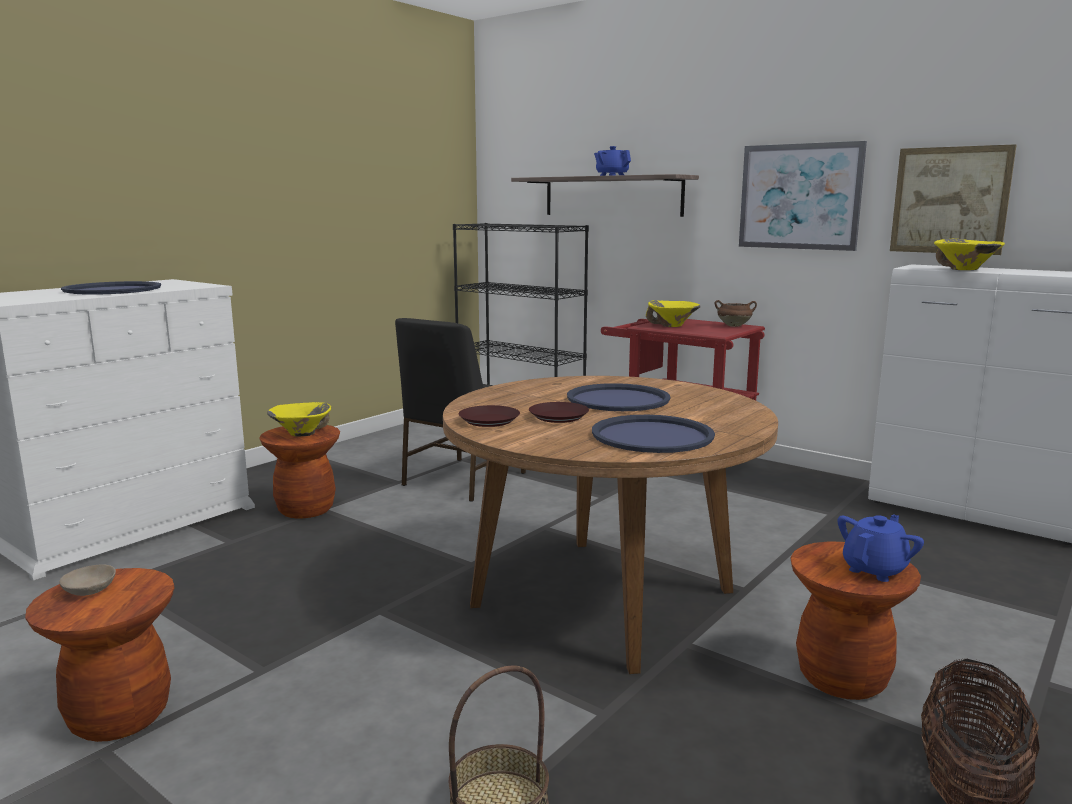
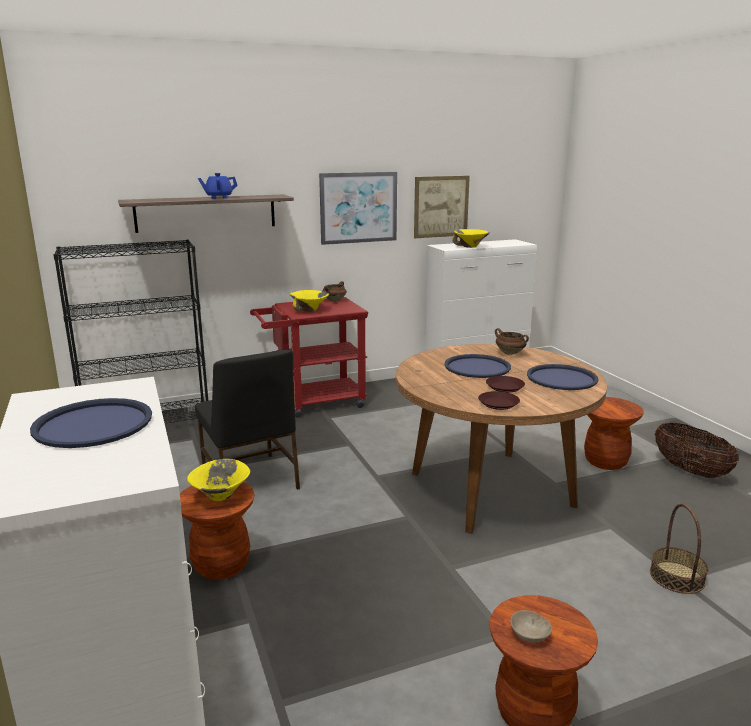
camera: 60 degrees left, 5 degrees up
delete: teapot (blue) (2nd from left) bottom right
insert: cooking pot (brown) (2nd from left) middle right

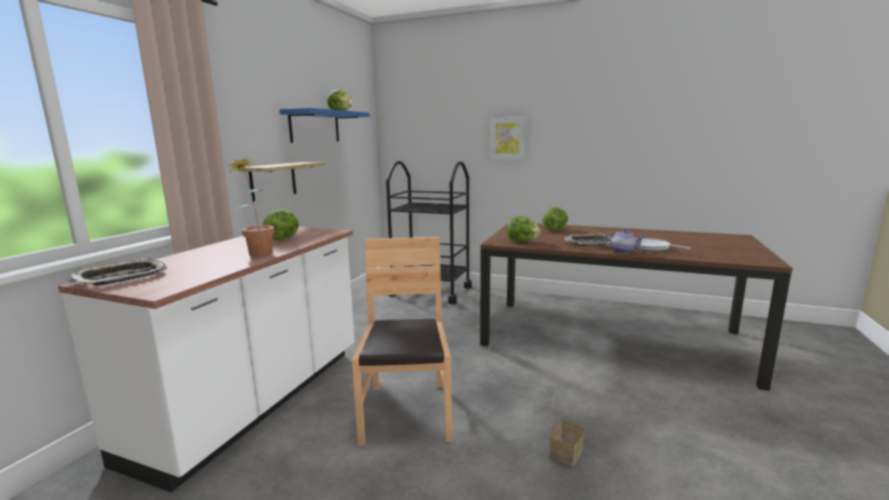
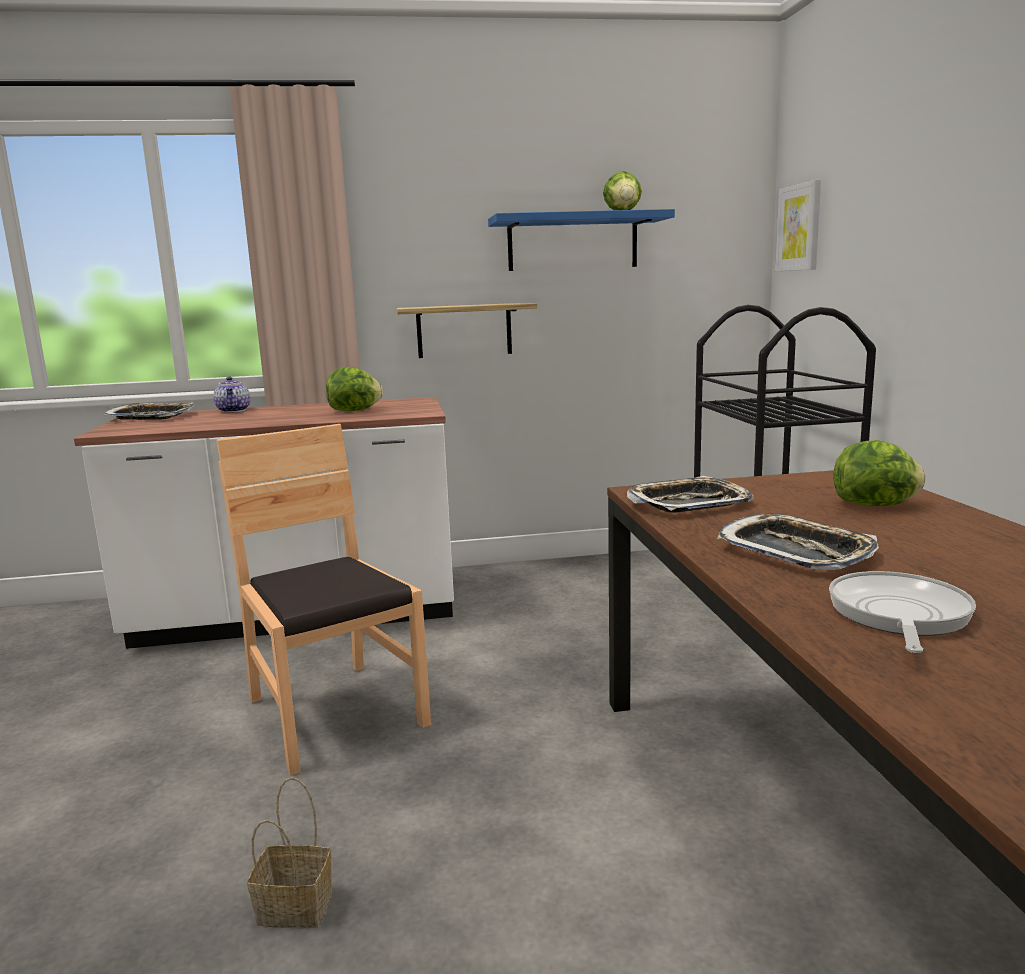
camera: 60 degrees right, 0 degrees up
delete: potted plant middle left
move: teapot middle right to middle left; picture top centre to top right
replace: lettuce (3rd from left) centre to tray (2nd from left) middle right
rotate: chair (brown) bottom centre = middle left 90 degrees counterclockwise

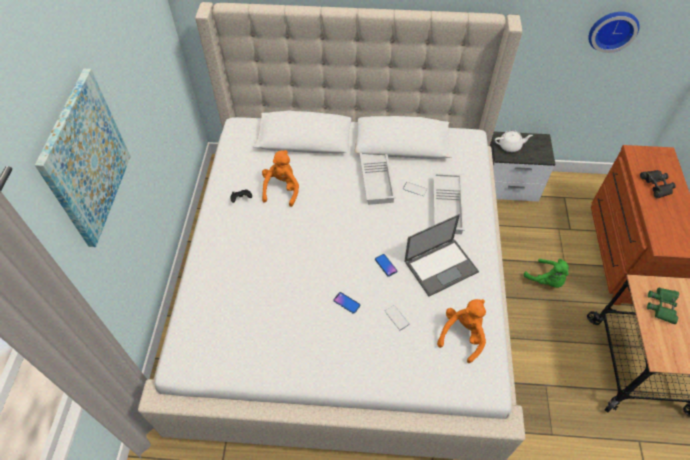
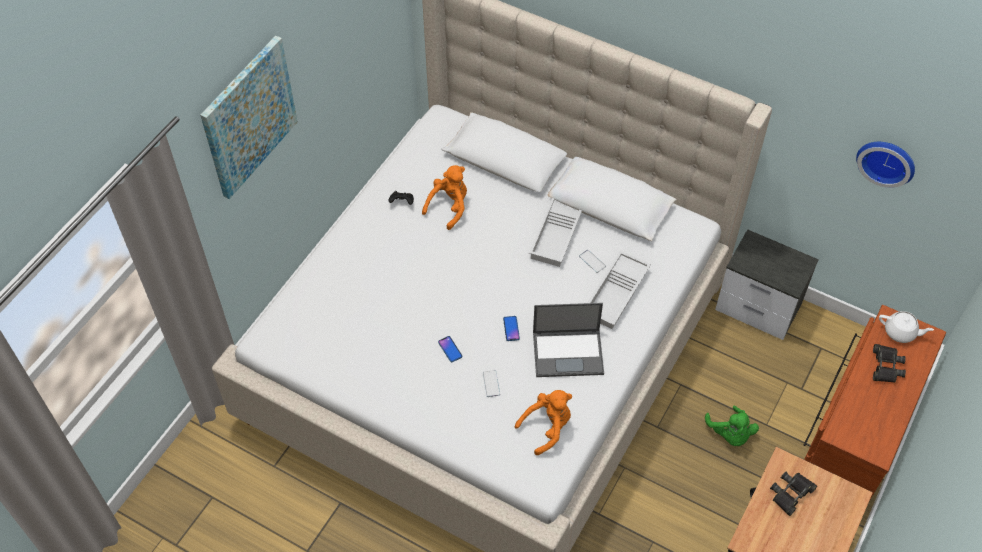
camera: 25 degrees right, 0 degrees up
move: teapot (white) top right to middle right
recolor: binoculars (green) middle right to binoculars (black) (1st from left) bottom right

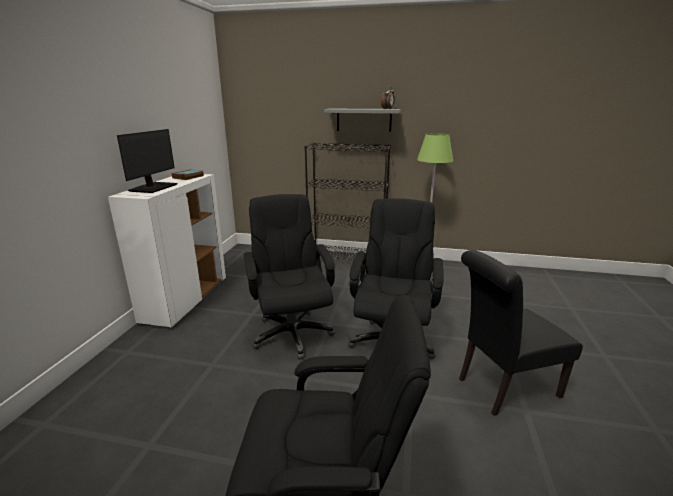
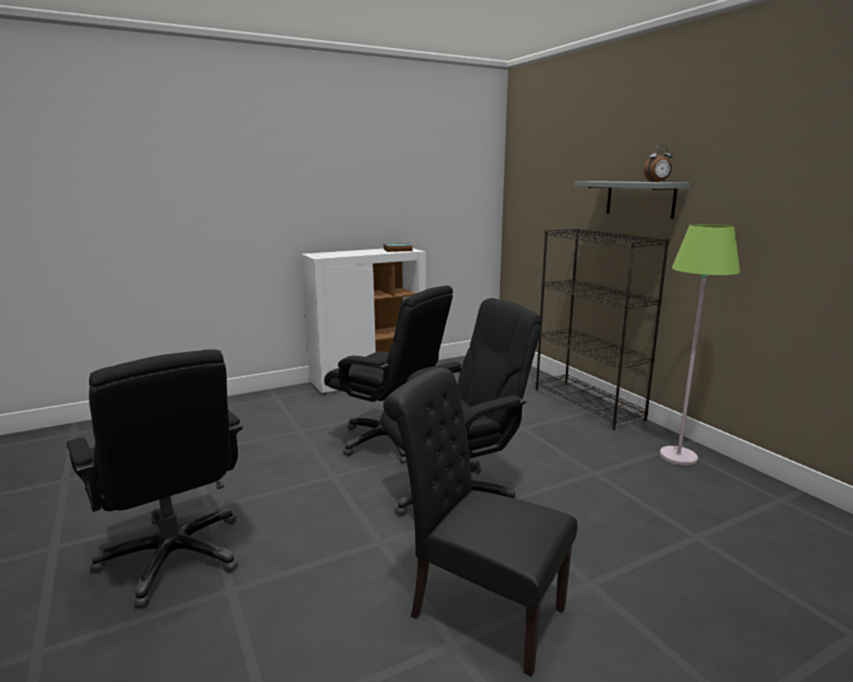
camera: 50 degrees right, 5 degrees down
delete: monitor top left
rotate: office chair (black) (1st from left in the first image) centre = centre 90 degrees clockwise

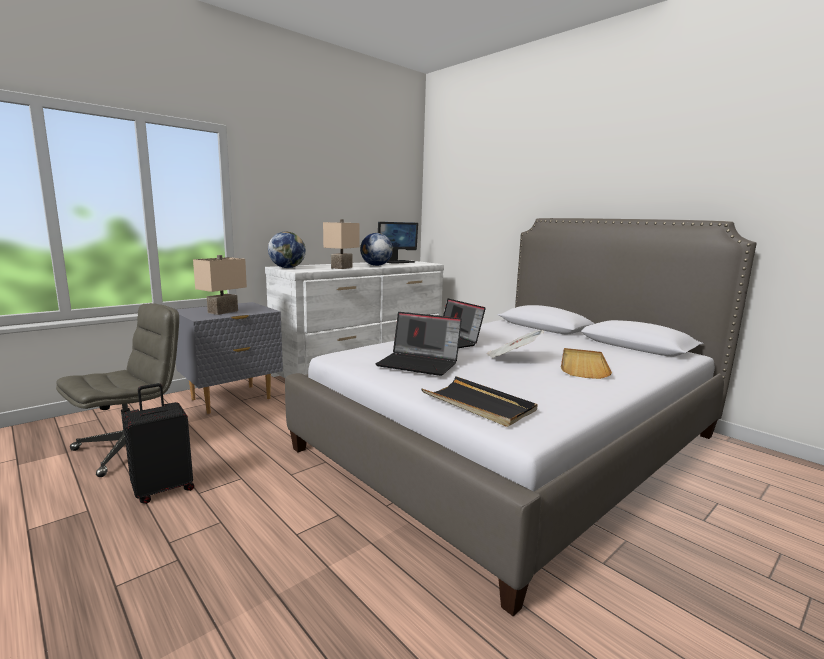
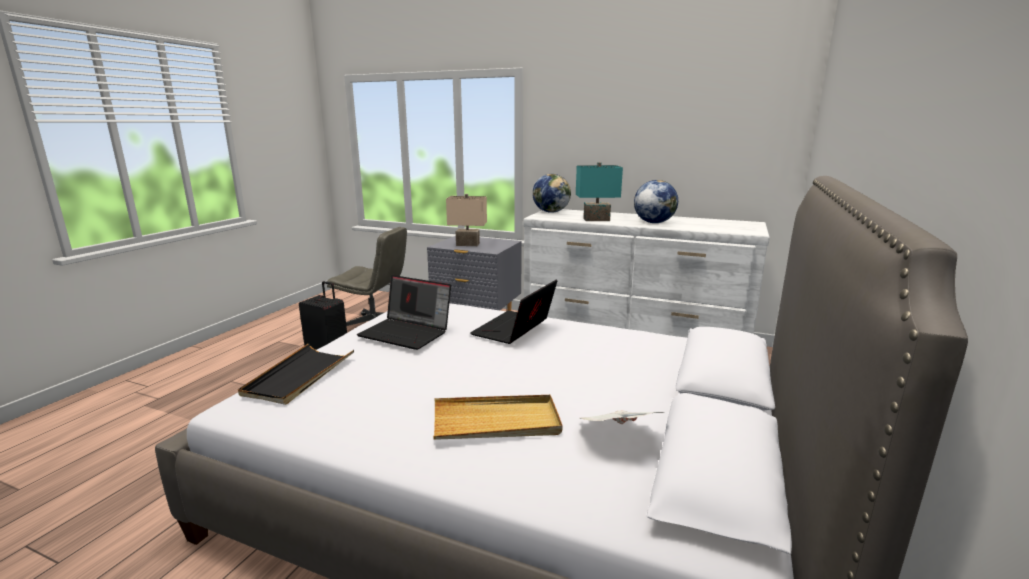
camera: 65 degrees right, 5 degrees up
delete: monitor centre
move: newspaper centre to bottom centre
recolor: table lamp (beige) (2nd from left) centre to table lamp (turquoise) top centre
rotate: laptop (1st from left) centre = centre 60 degrees counterclockwise

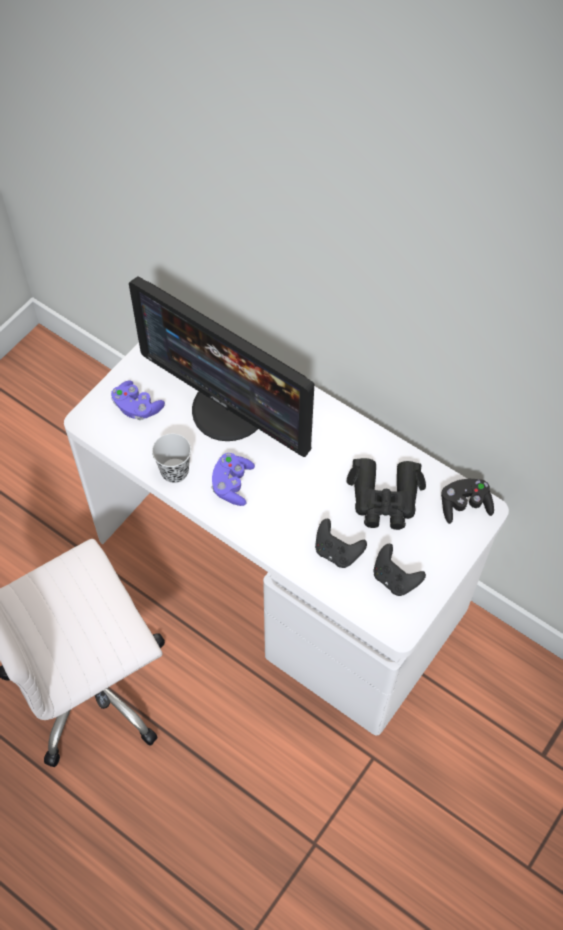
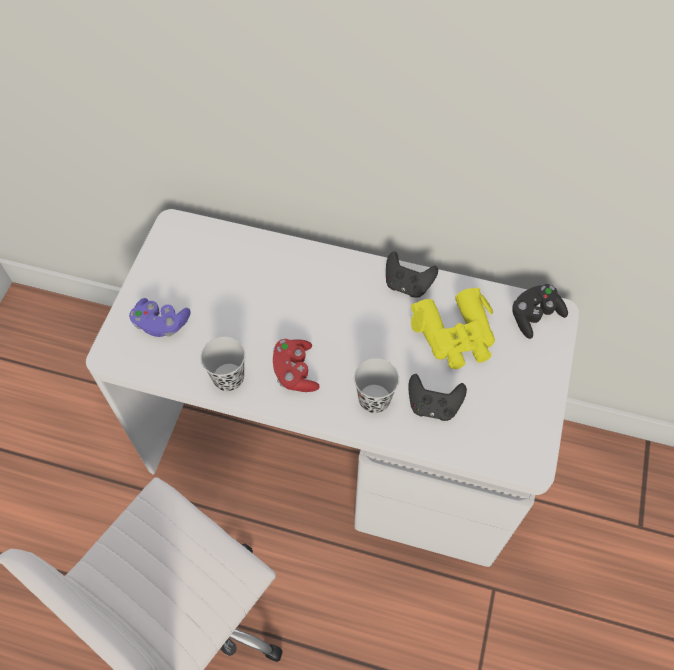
camera: 20 degrees left, 0 degrees up
delete: monitor centre
insert: cup (black) (2nd from left) centre
move: game controller (black) (2nd from left in the first image) middle right to game controller (black) (1st from left) centre
recolor: game controller (purple) (2nd from left) centre to game controller (red) centre; binoculars (black) middle right to binoculars (yellow) middle right

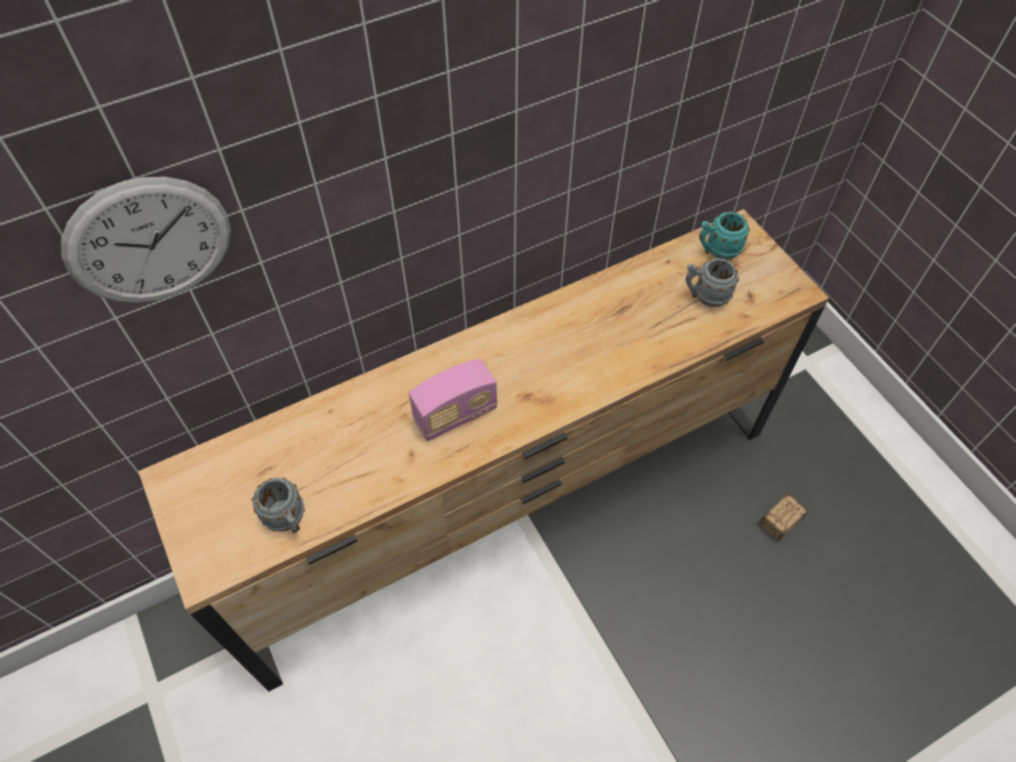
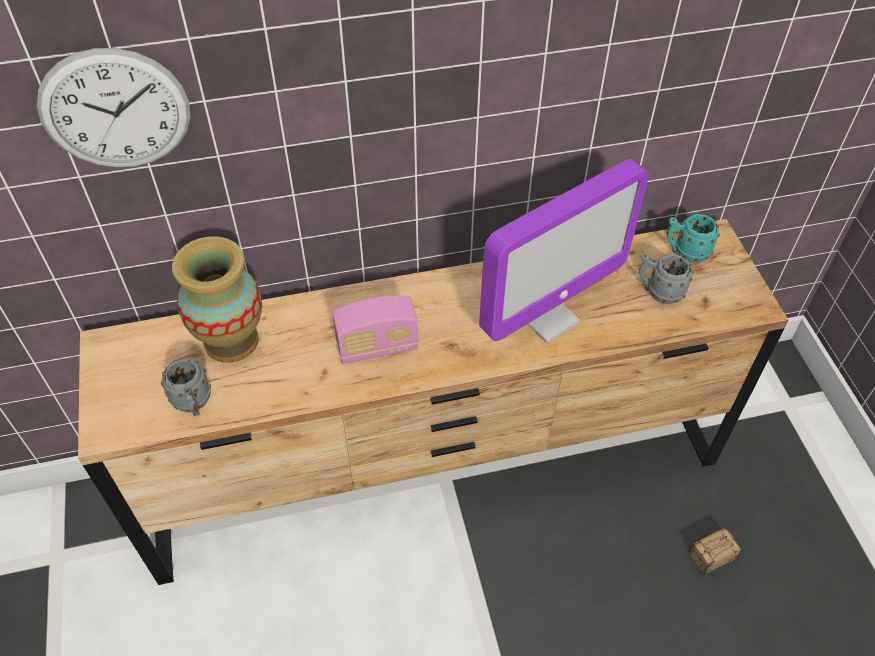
camera: 15 degrees right, 5 degrees down
insert: vase middle left; monitor centre

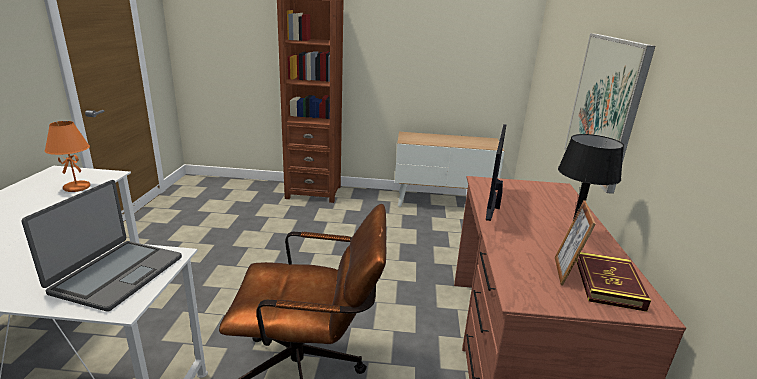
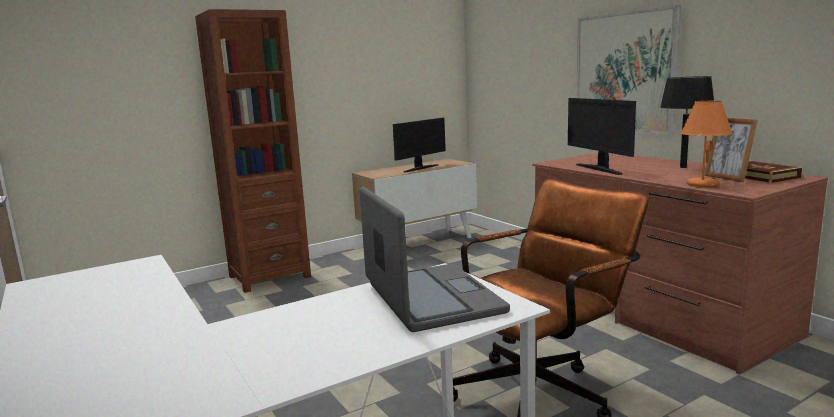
camera: 35 degrees left, 10 degrees down
insert: monitor (1st from left) centre
move: table lamp (orange) middle left to middle right

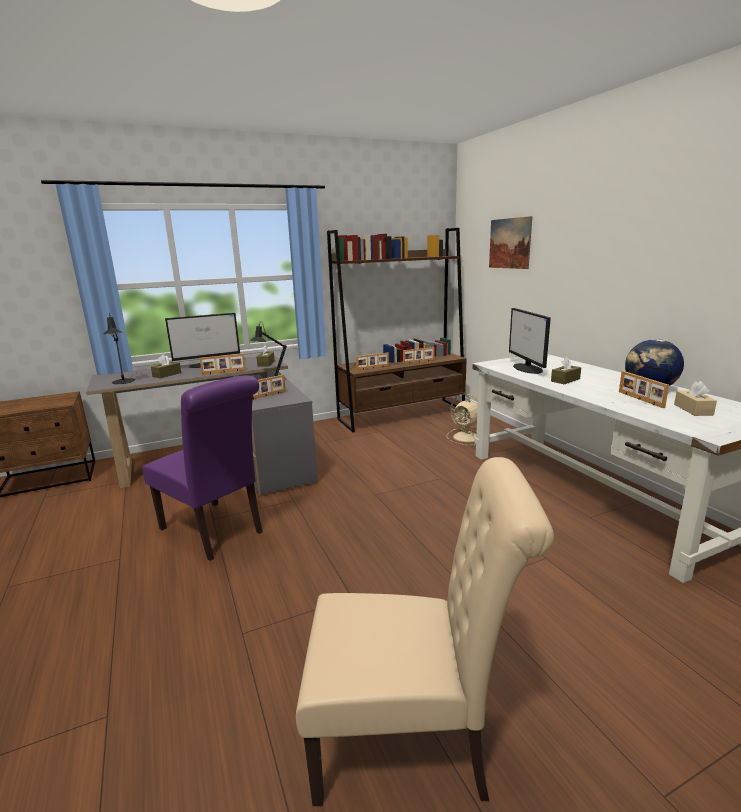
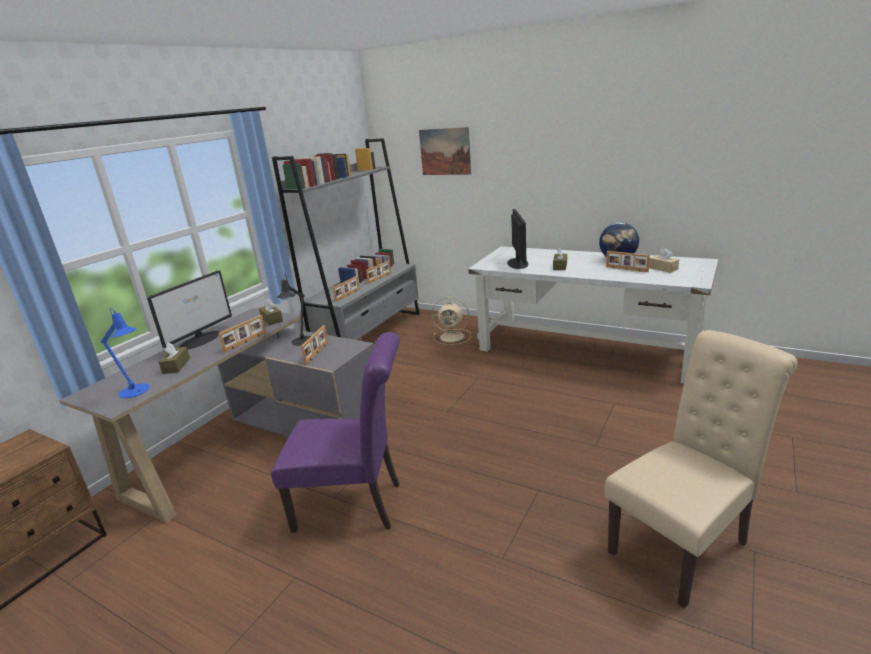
camera: 35 degrees left, 5 degrees up
recolor: table lamp (black) (1st from left) middle left to table lamp (blue) middle left; bookcase (brown) centre to bookcase (grey) centre
rotate: monitor (2nd from left) middle right = centre 135 degrees counterclockwise

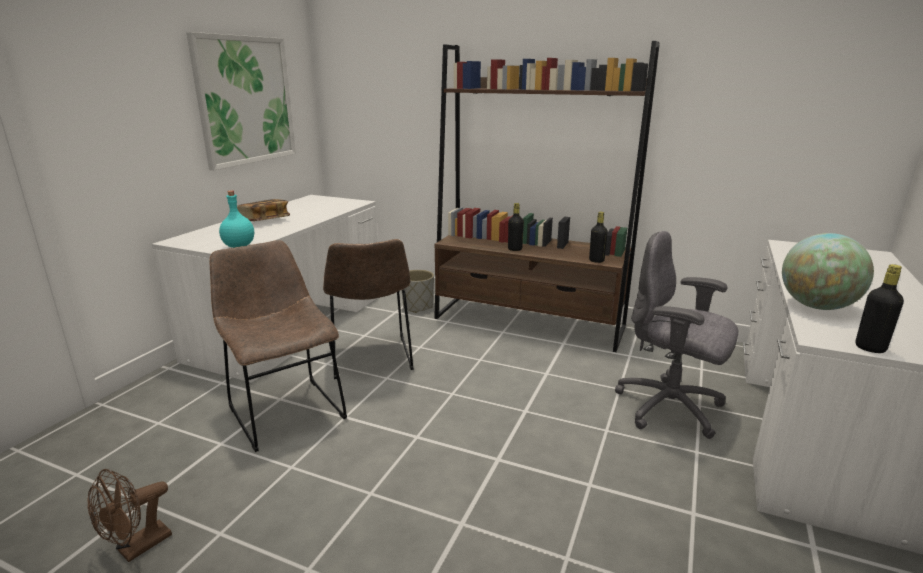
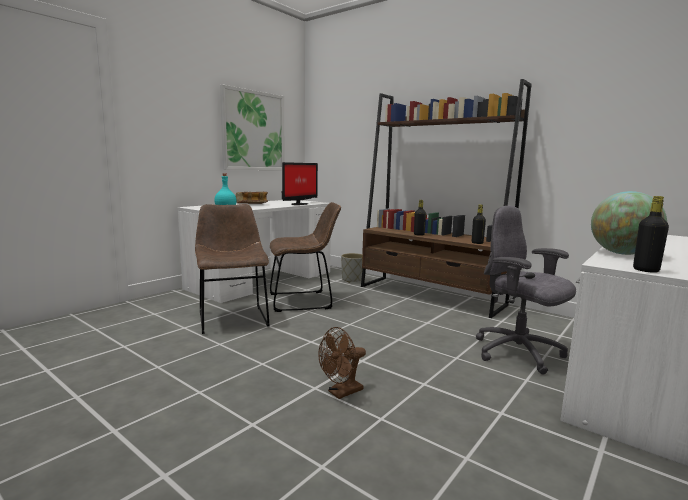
camera: 15 degrees right, 10 degrees down
insert: monitor centre
move: fan (brown) bottom left to bottom centre
rotate: chair (brown) (2nd from left) centre = centre 105 degrees counterclockwise

